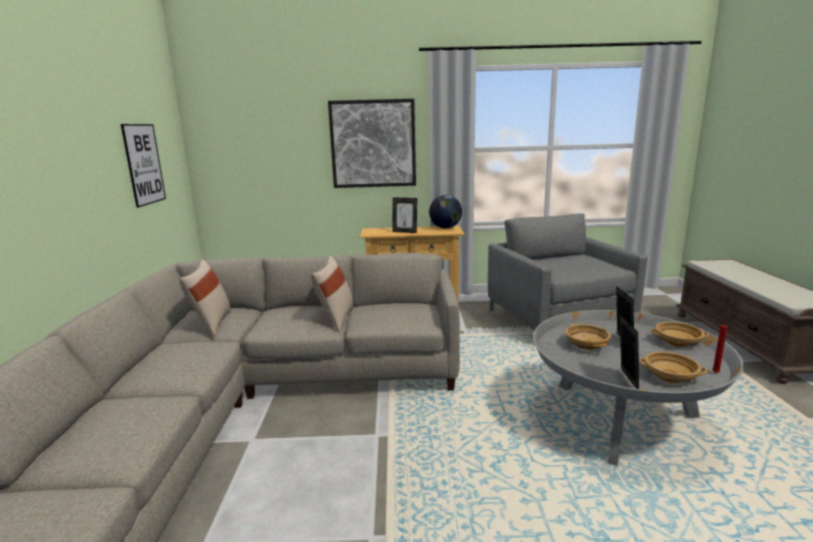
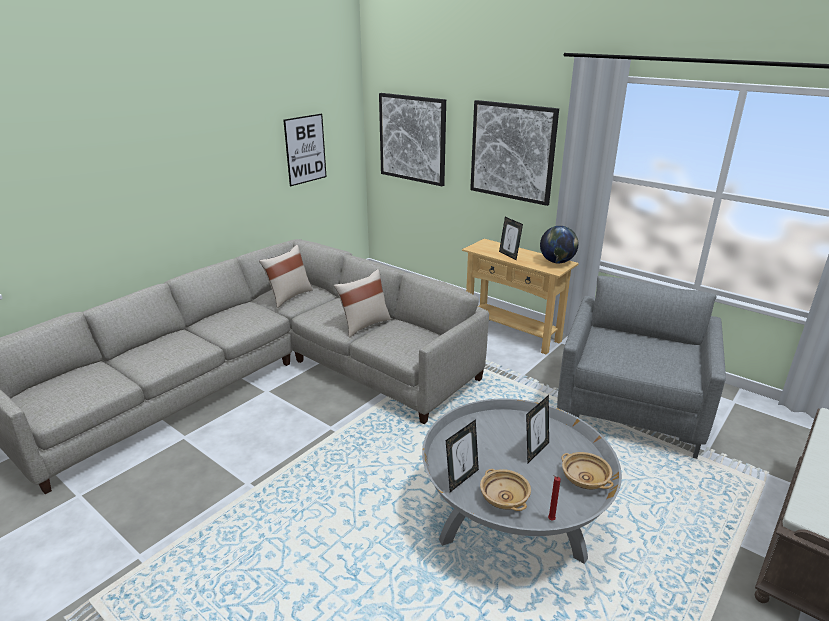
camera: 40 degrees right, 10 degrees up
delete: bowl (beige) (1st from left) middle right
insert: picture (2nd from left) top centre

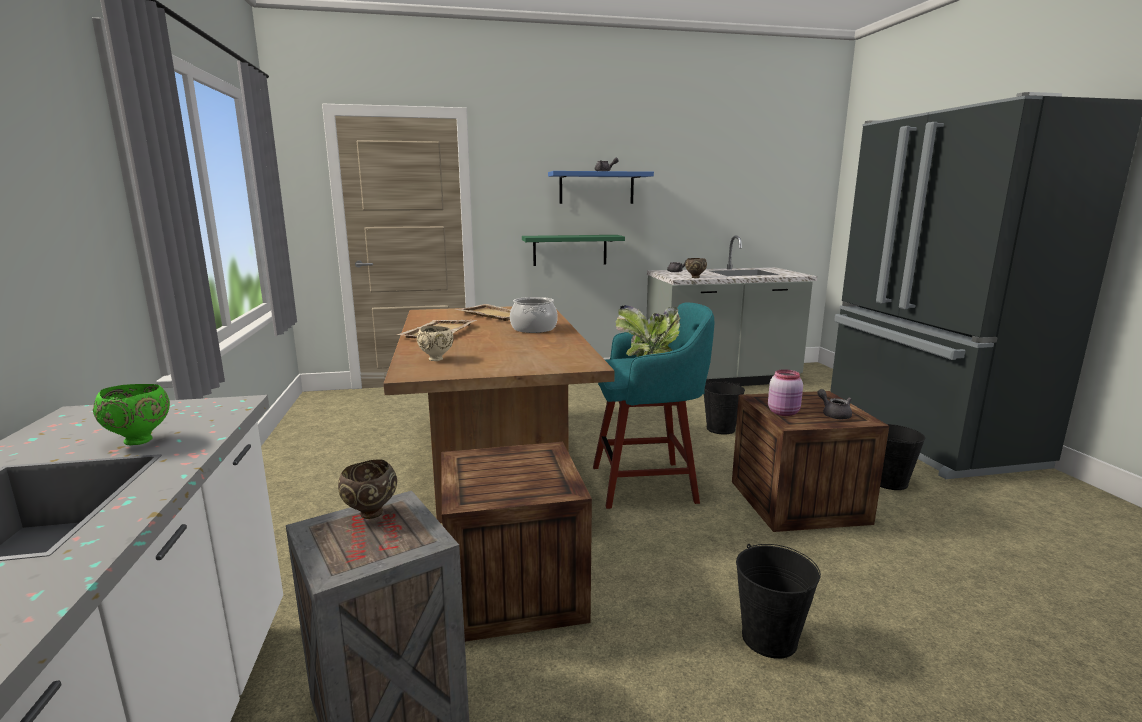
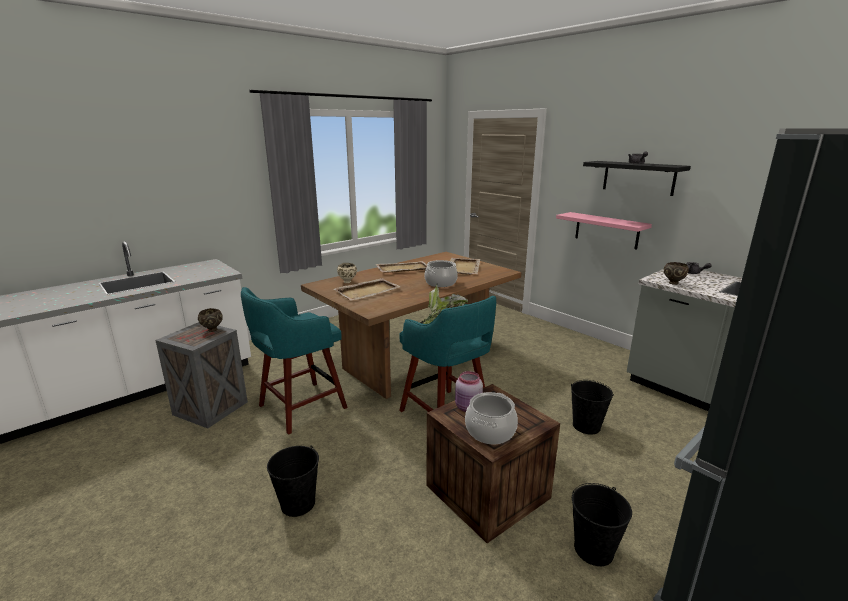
camera: 60 degrees right, 5 degrees up
delete: bowl (green) middle left
insert: tray (beige) (1st from left) centre
replace: crate (2nd from left) bottom centre to stool (turquoise) (1st from left) centre; teapot (grey) (3rd from left) middle right to cooking pot (2nd from left) bottom centre
recolor: shelf (green) centre to shelf (pink) middle right; shelf (blue) top centre to shelf (black) top right

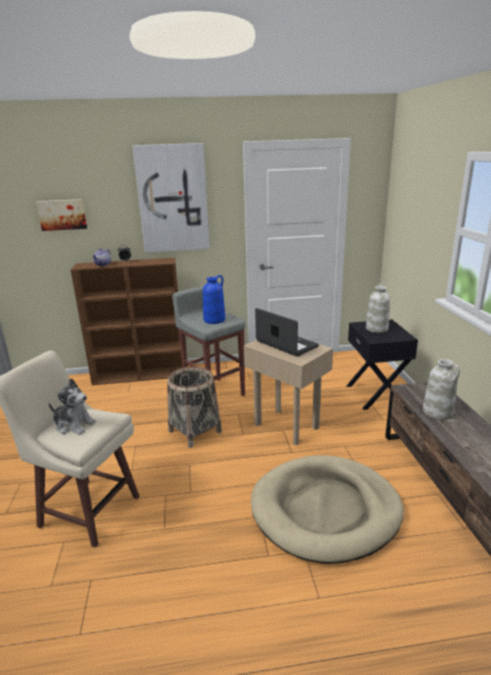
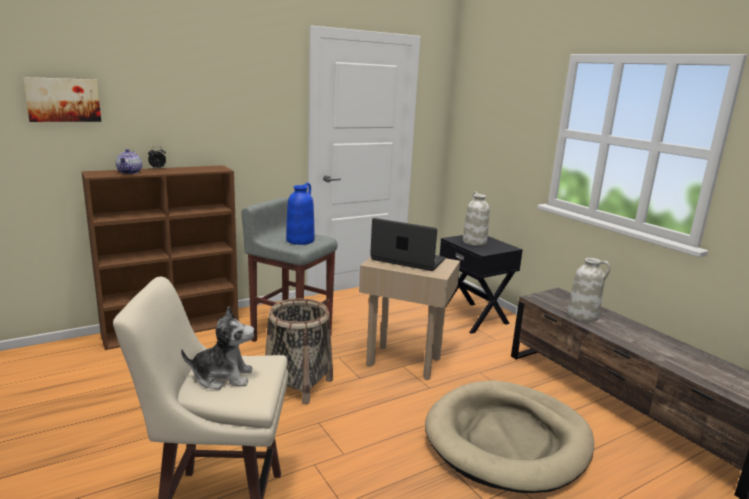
camera: 25 degrees left, 5 degrees down
delete: picture (2nd from left) top centre

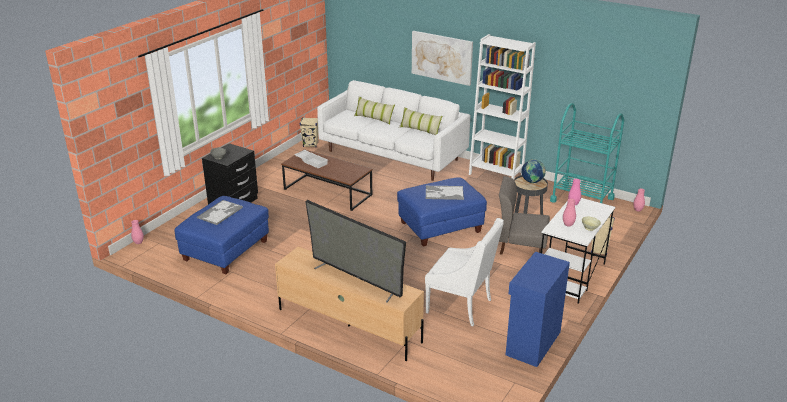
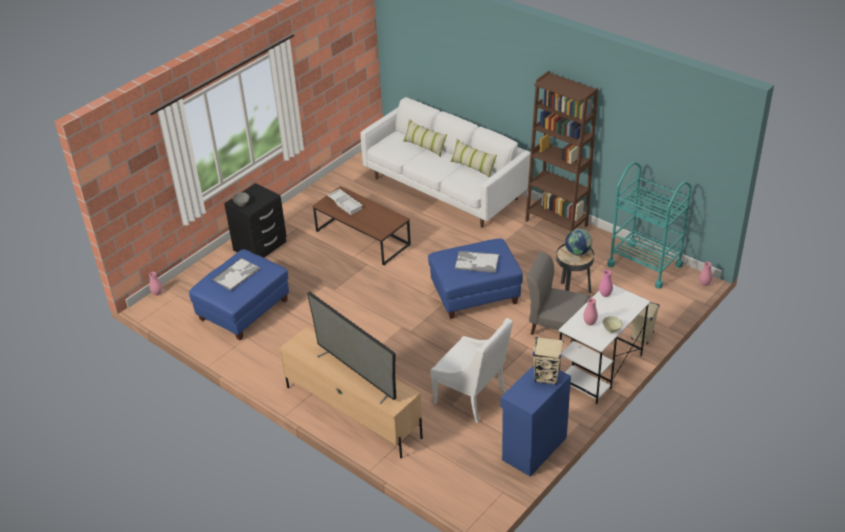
camera: 10 degrees right, 10 degrees up
delete: picture top centre
move: speaker (beige) (1st from left) top centre to bottom centre
recolor: bookcase (white) top centre to bookcase (brown) top centre

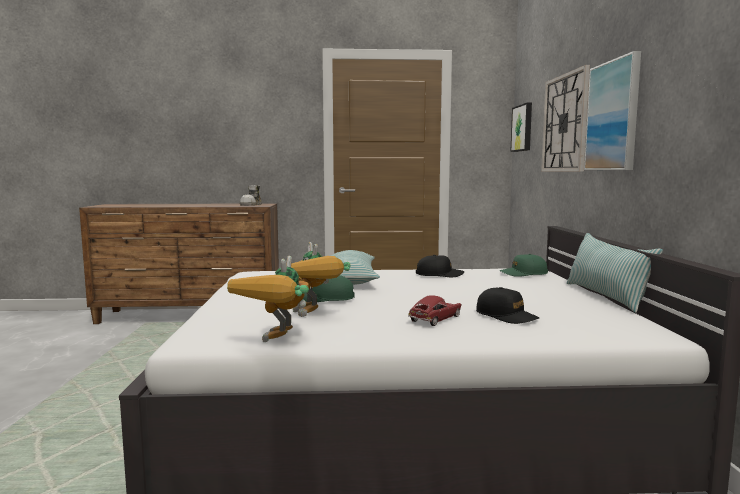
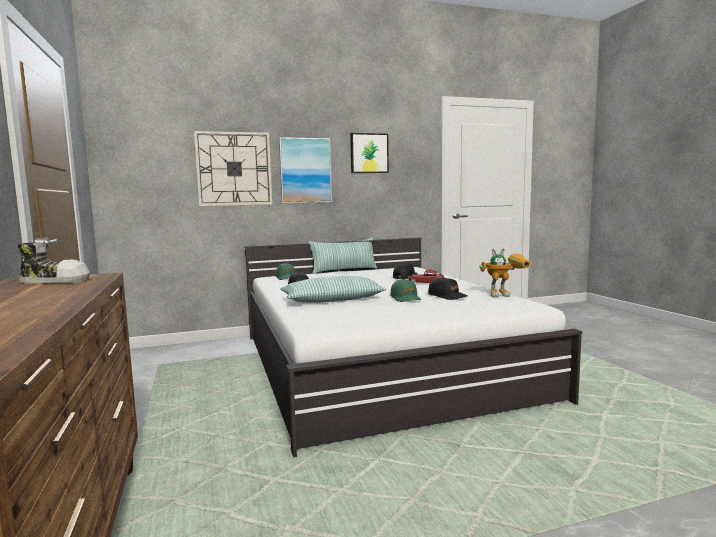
camera: 105 degrees left, 0 degrees up
move: picture (1st from left in the first image) top right to picture (2nd from left) top centre
replace: toy robot (2nd from left) centre to cap (black) (3rd from left) centre

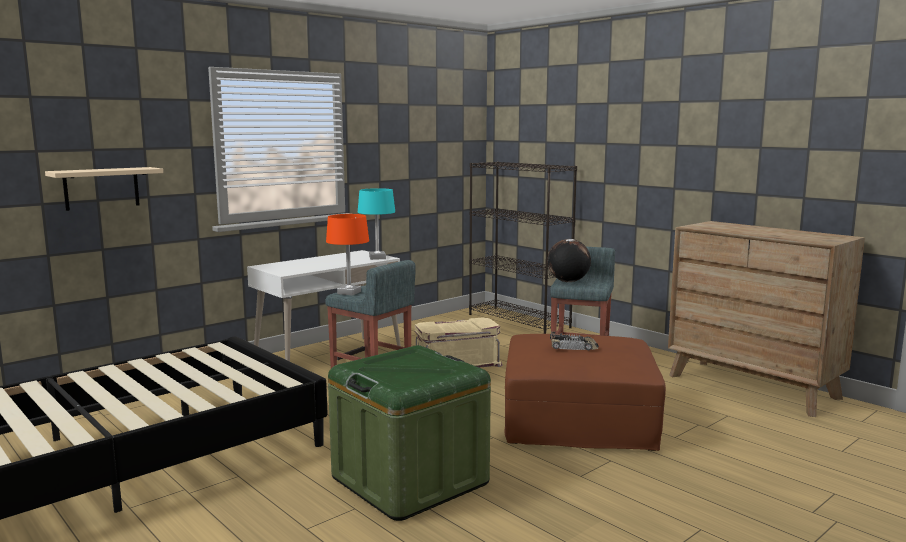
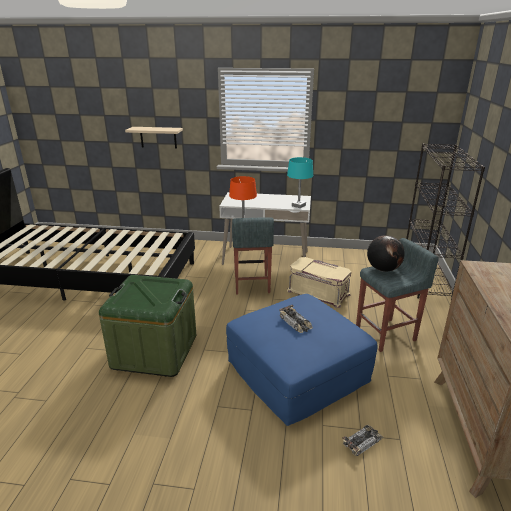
camera: 50 degrees right, 15 degrees up
insert: toy car (2nd from left) bottom right
recolor: ottoman (brown) bottom centre to ottoman (blue) bottom centre

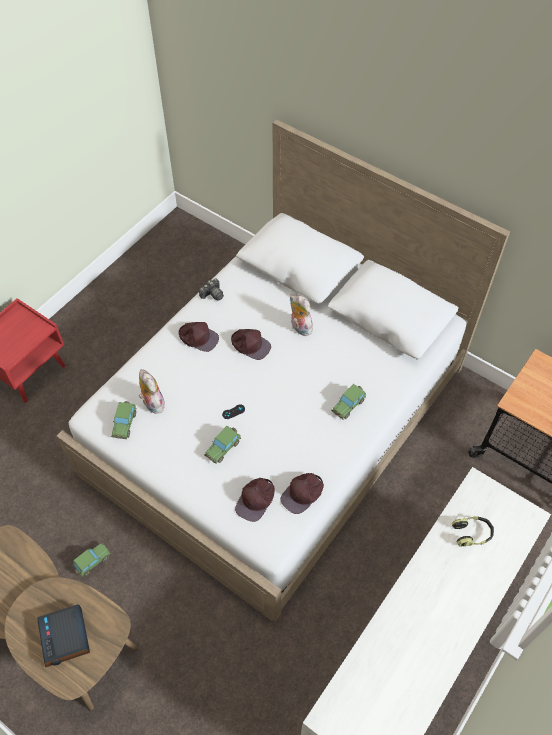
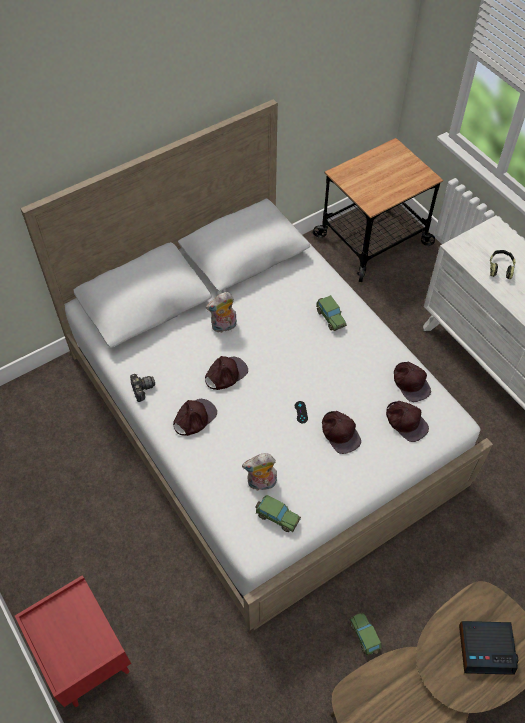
camera: 70 degrees left, 0 degrees up
replace: toy car (3rd from left) centre to cap (brown) (3rd from left) centre

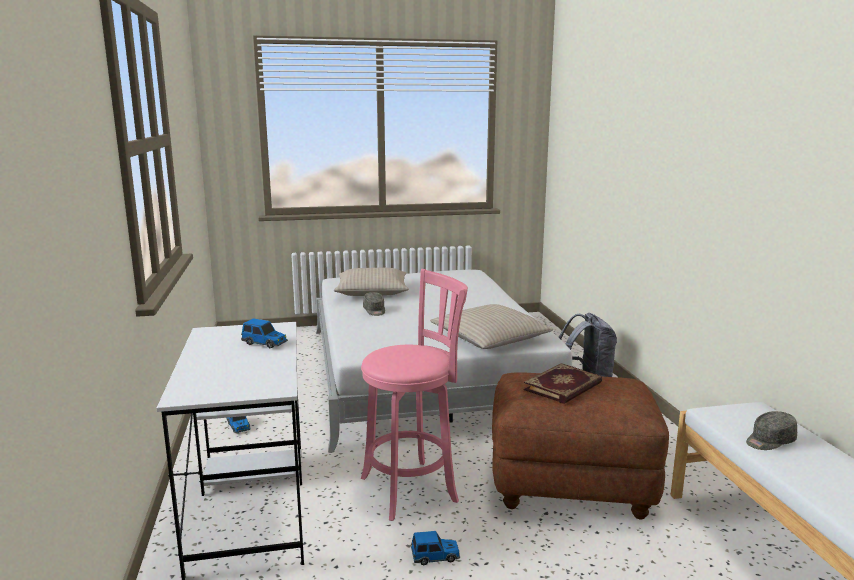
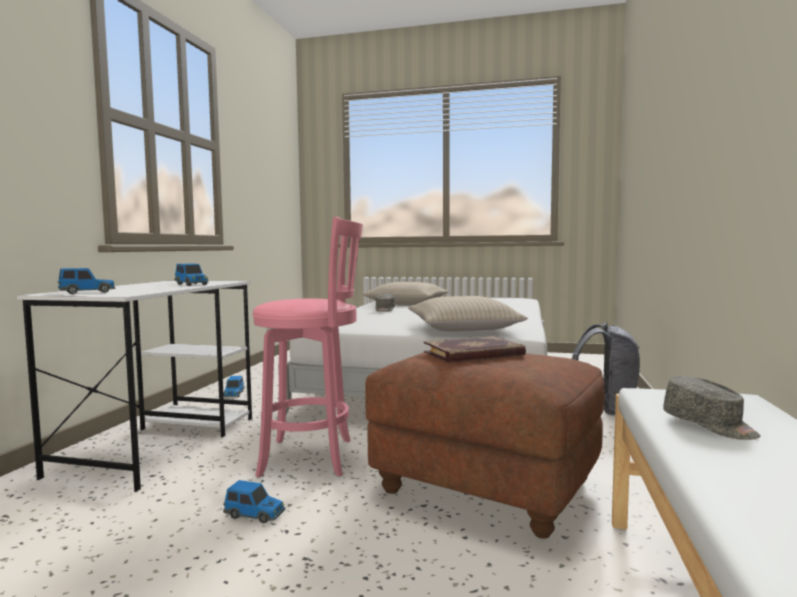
camera: 25 degrees right, 10 degrees down
insert: toy car (1st from left) middle left
rotate: cap (grey) (2nd from left) bottom right = bottom right 120 degrees counterclockwise

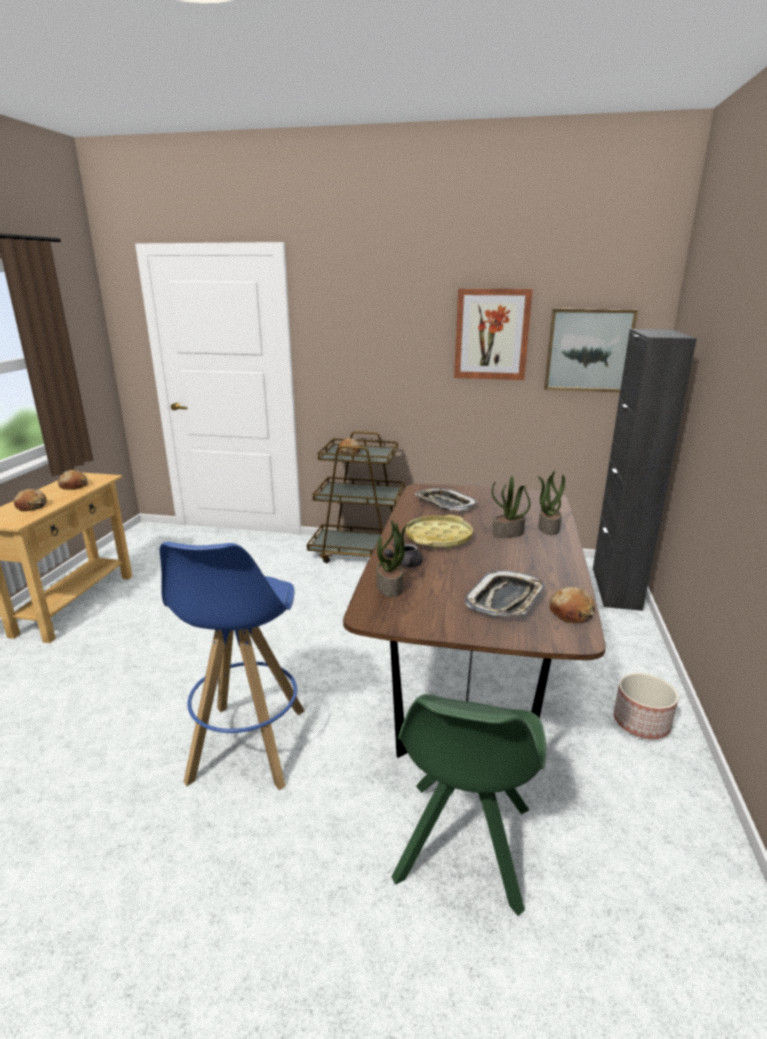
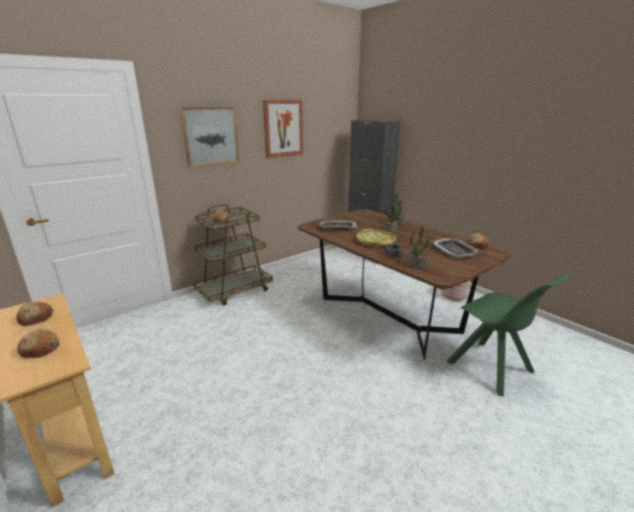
camera: 50 degrees left, 0 degrees up
delete: stool (blue) middle left
move: picture (2nd from left in the first image) middle right to picture (1st from left) top left

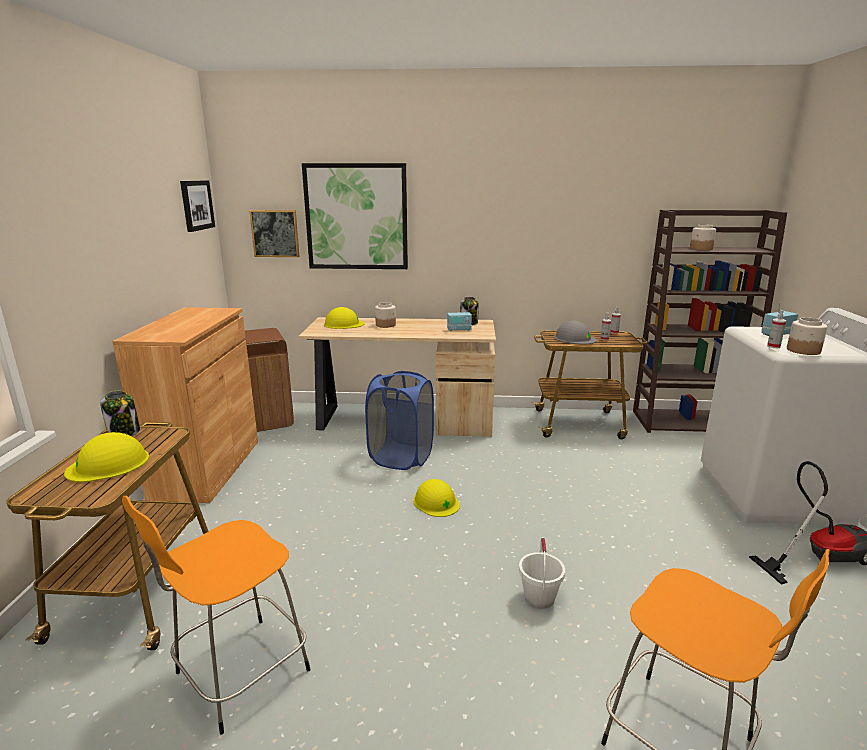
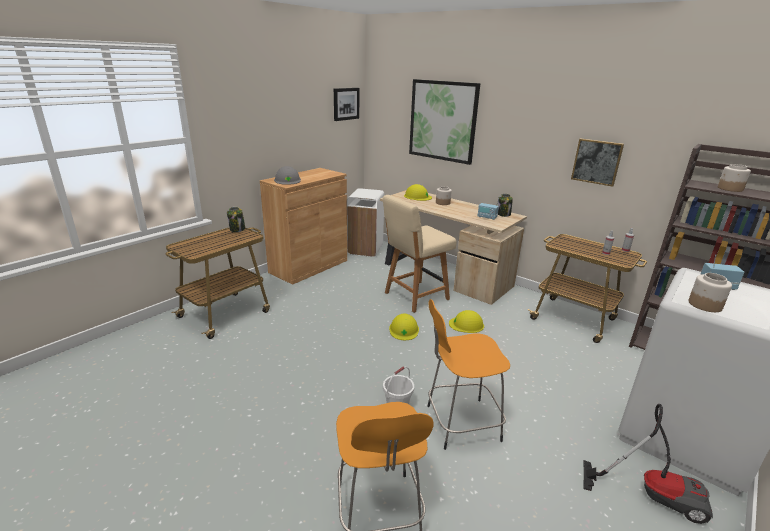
camera: 35 degrees right, 5 degrees up
delete: spray bottle (3rd from left) middle right
move: hard hat (grey) centre to top centre; stool (orange) (1st from left in the first image) bottom left to stool (orange) (2nd from left) bottom centre; hard hat (yellow) (1st from left in the first image) middle left to hard hat (yellow) (3rd from left) centre; picture (2nd from left in the first image) top left to picture (3rd from left) top right
replace: laundry basket (blue) centre to chair (beige) centre
recolor: trash can (brown) middle left to trash can (white) centre

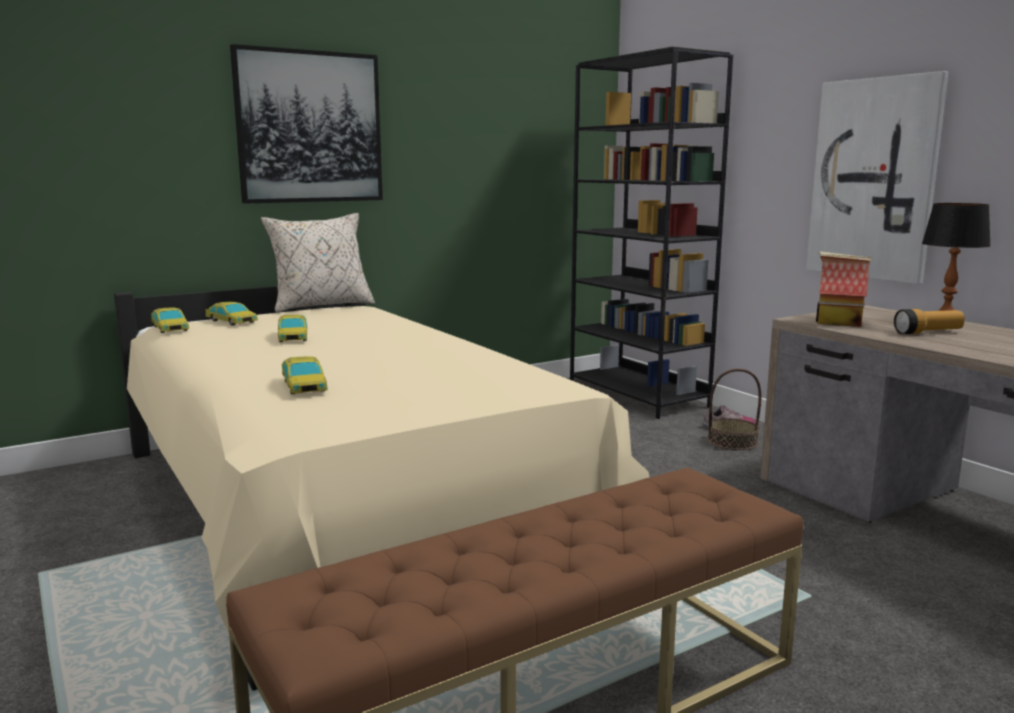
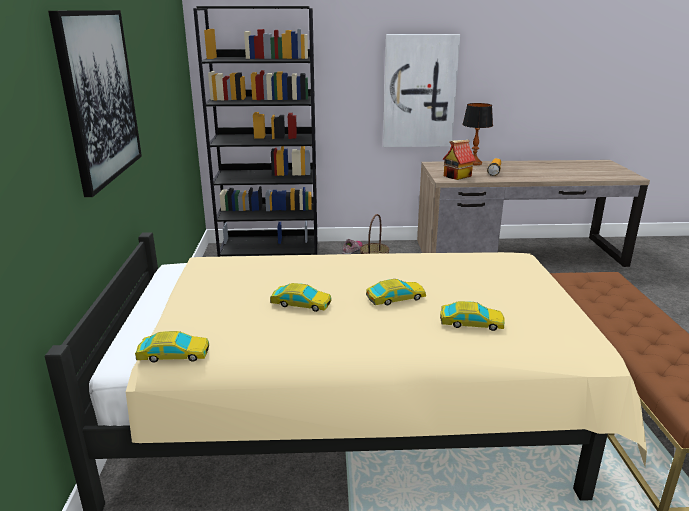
camera: 60 degrees left, 10 degrees up
delete: pillow (beige) middle left
move: toy car (2nd from left in the first image) middle left to toy car (3rd from left) centre

